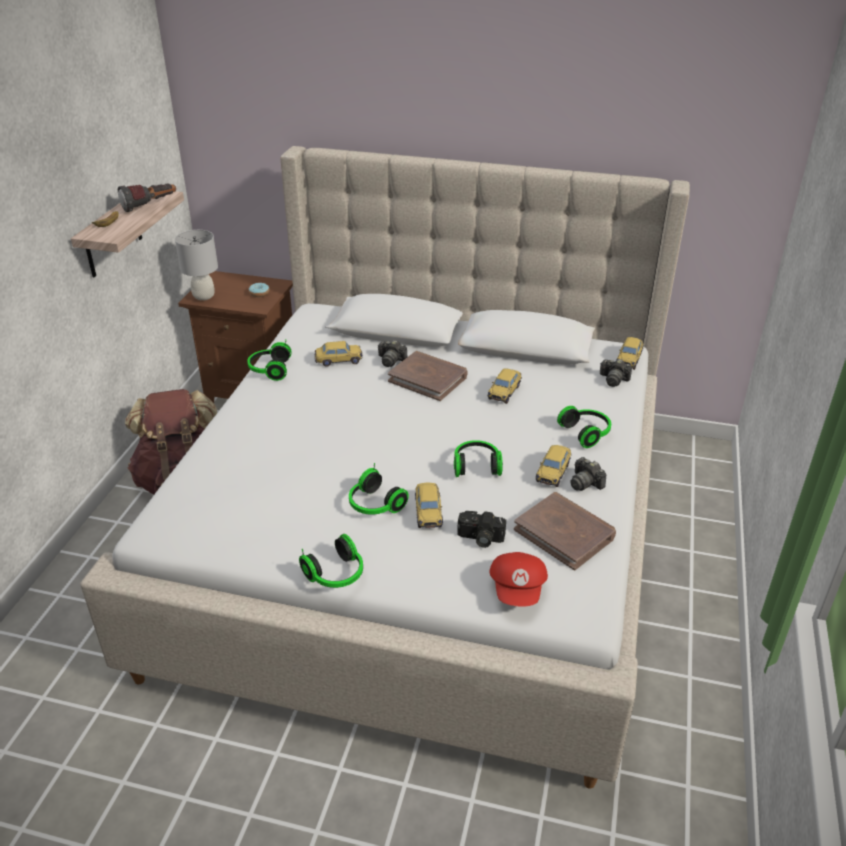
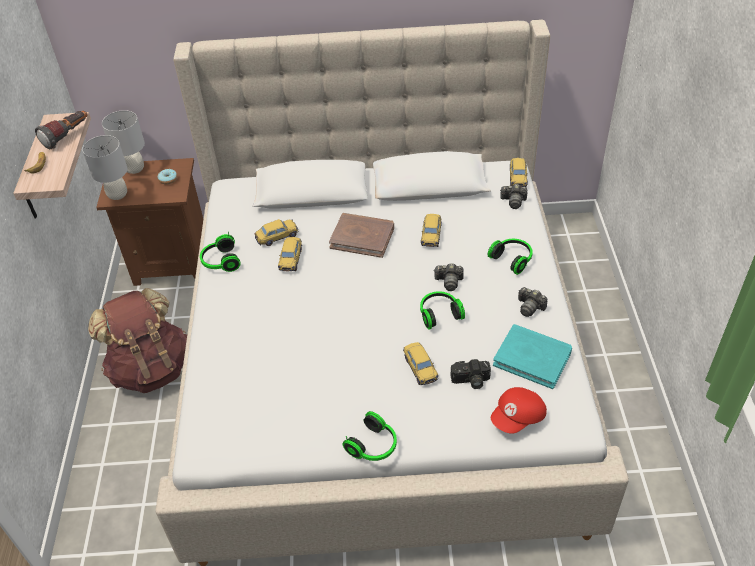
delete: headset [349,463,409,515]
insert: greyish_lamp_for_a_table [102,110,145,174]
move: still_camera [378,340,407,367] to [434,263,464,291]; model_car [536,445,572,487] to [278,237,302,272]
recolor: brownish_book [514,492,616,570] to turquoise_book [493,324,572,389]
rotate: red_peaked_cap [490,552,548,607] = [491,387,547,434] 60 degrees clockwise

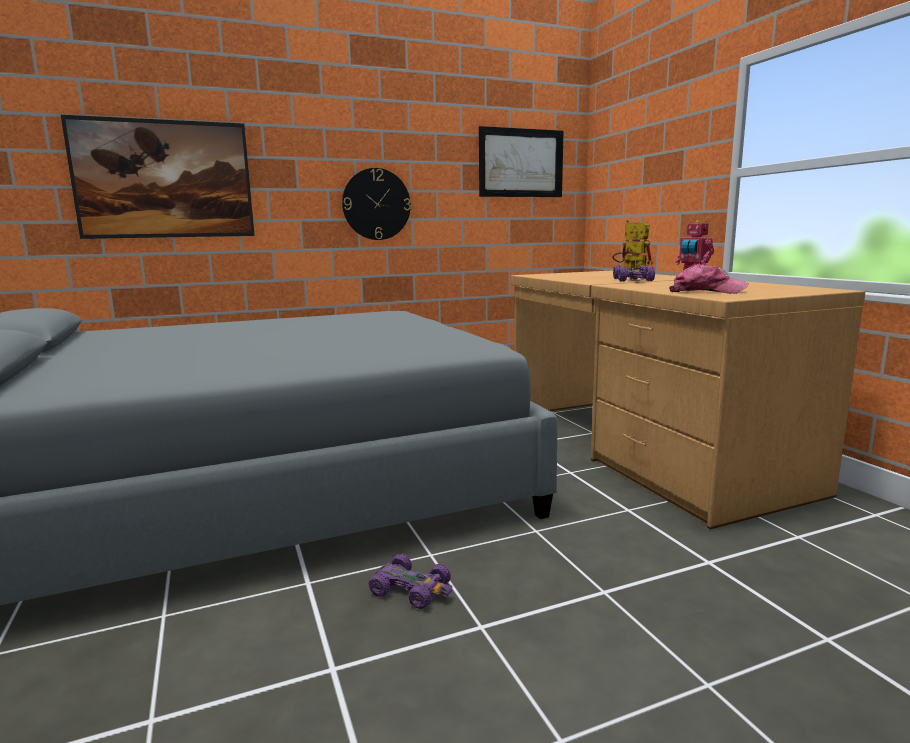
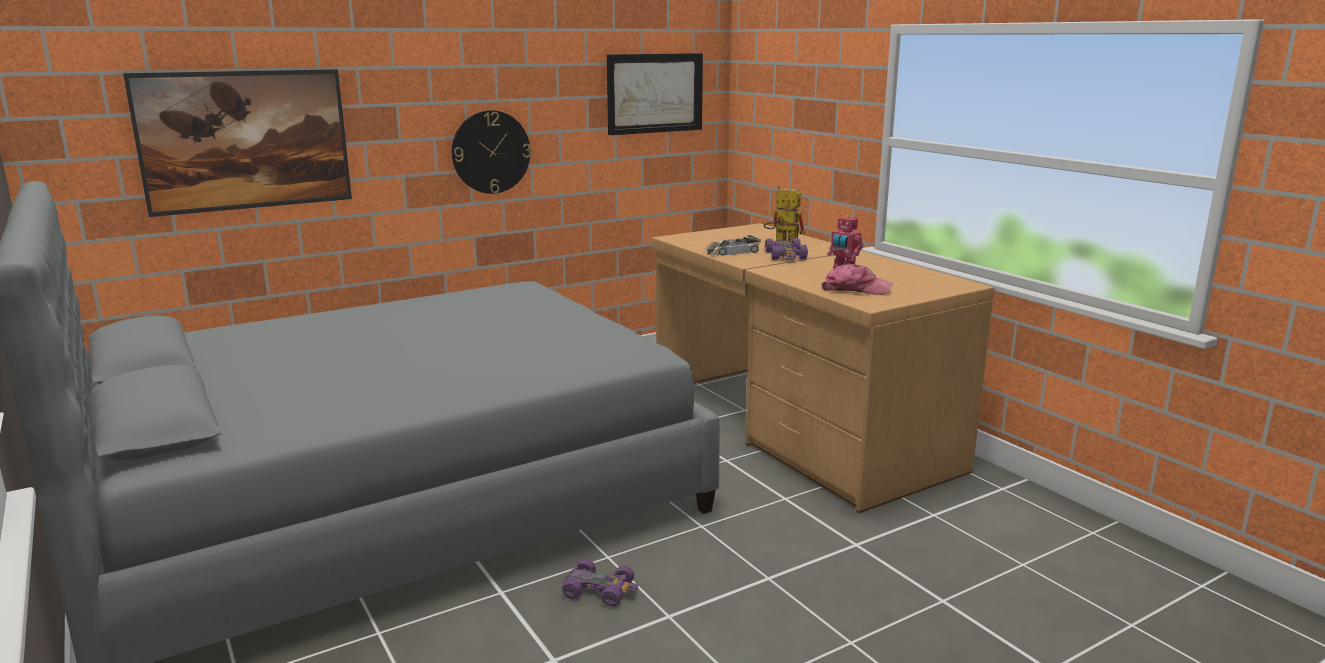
insert: model_car [705,235,761,256]

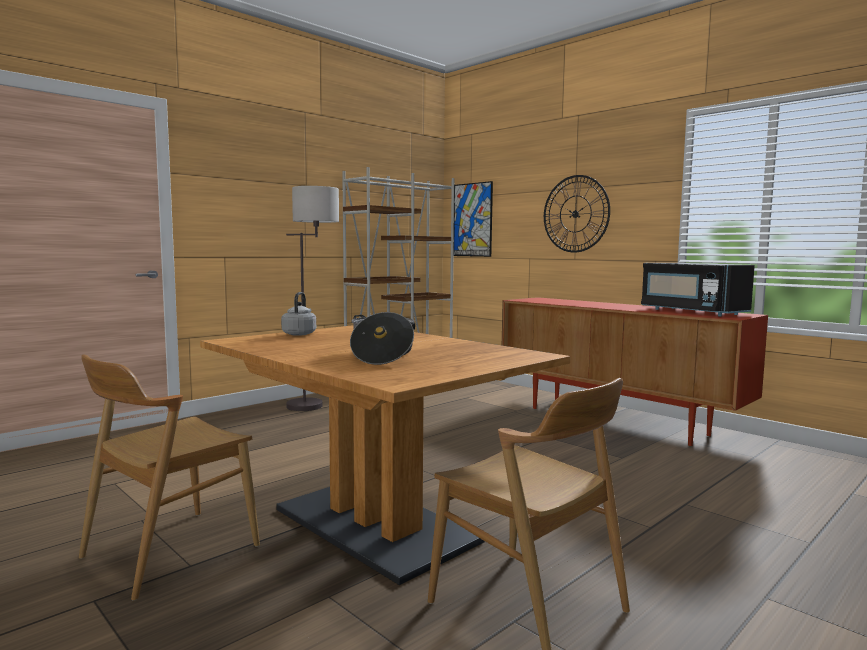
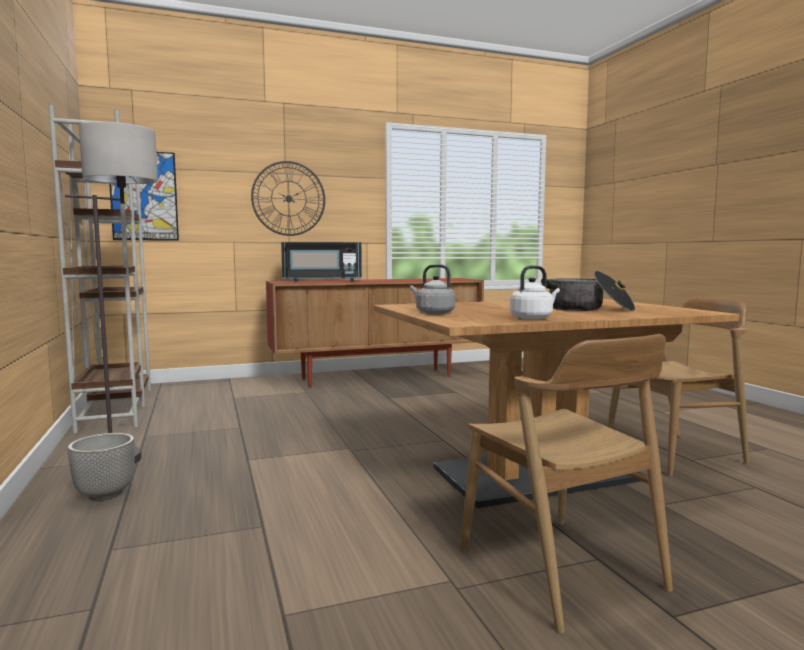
insert: whitish_water_kettle [510,265,560,319]; flower_pot [67,433,135,501]
move: blackish_microwave [641,263,755,316] to [281,242,362,282]

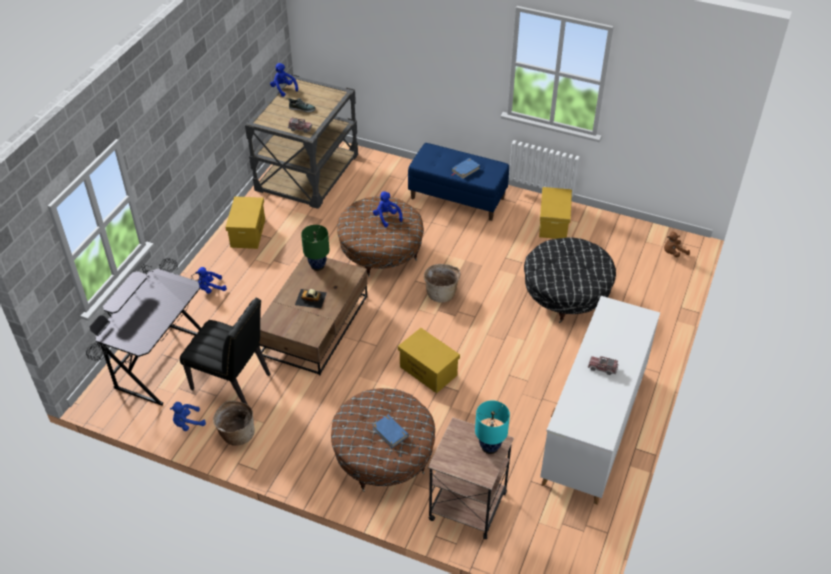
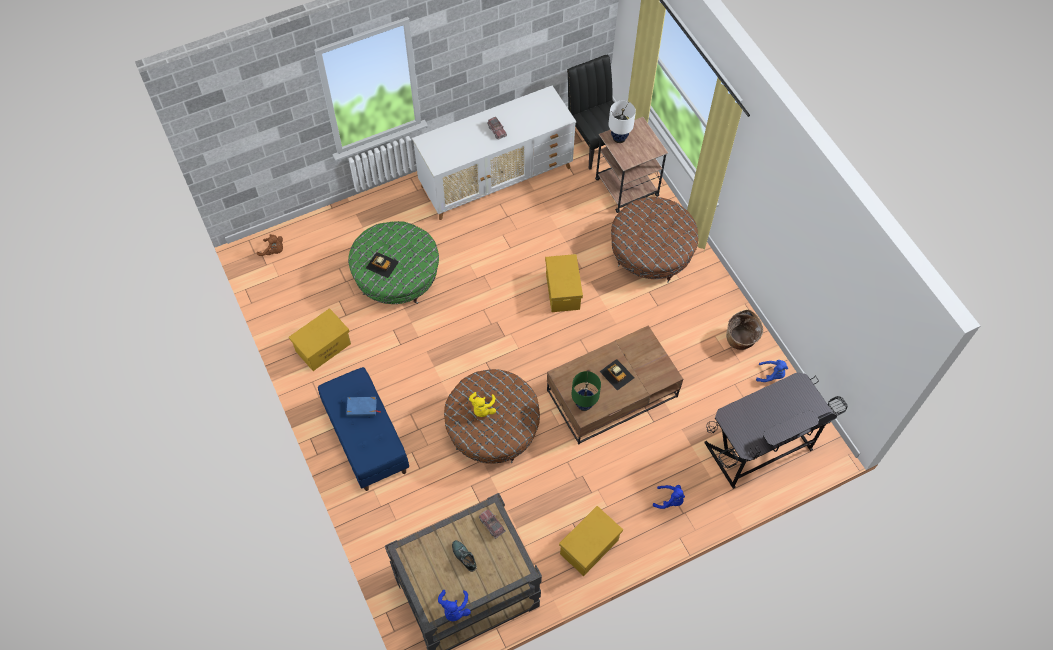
delete: basket [424,264,460,303]; blue-coloured_book [373,415,409,448]
insert: model_car [366,252,399,278]
move: blackish_upright_chair [180,298,270,405] to [567,55,628,170]
recolor: blue-coloured_cuddly_toy [373,191,403,228] to yellow_cuddly_toy [469,392,496,417]; blackish_pouffe [524,237,616,323] to green_pouffe [348,221,439,304]; turquoise_lamp_for_a_table [475,400,510,454] to whitish_lamp_for_a_table [608,101,636,143]

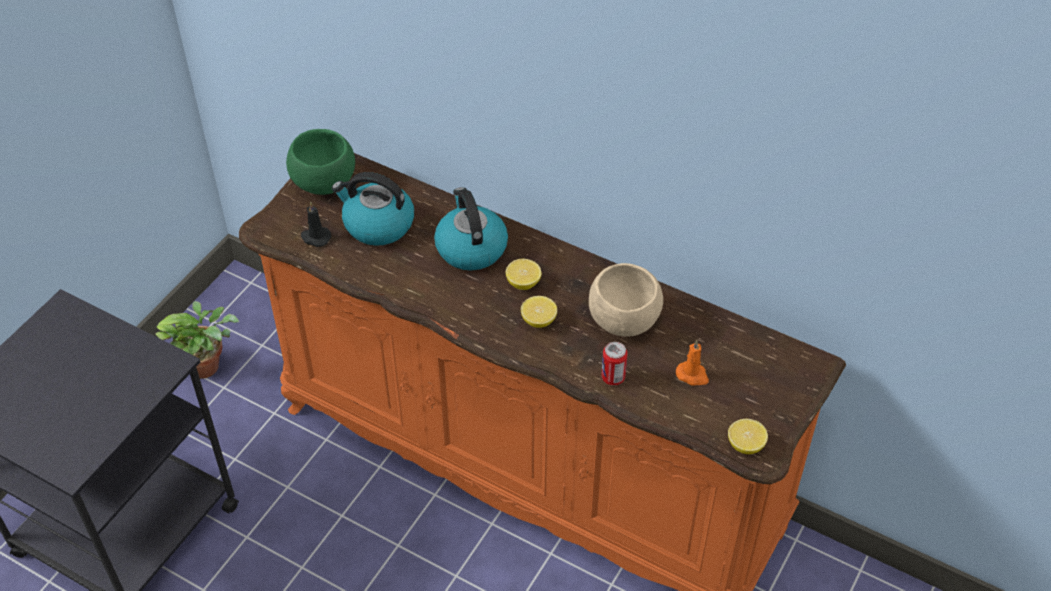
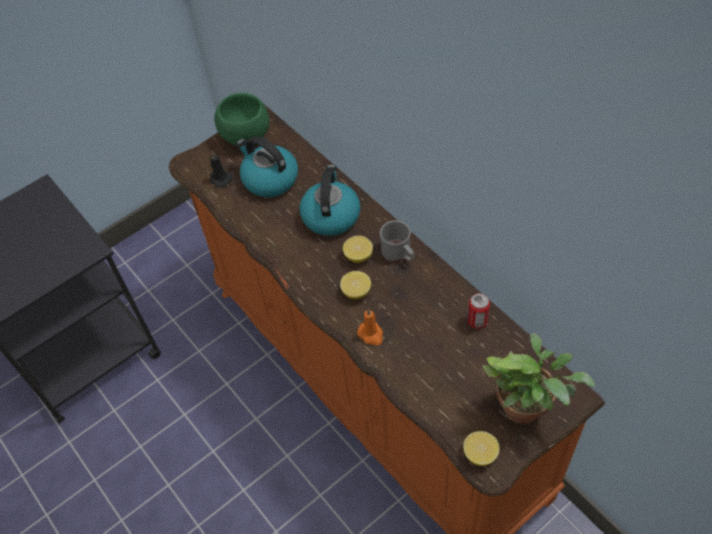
delete: beige_bowl [589,263,663,337]
insert: greyish_coffee_mug [380,220,414,262]
move: plant_in_a_pot [155,301,239,379] to [482,333,596,424]; orangey_candle [676,340,709,386] to [357,308,383,346]; can [601,342,628,385] to [467,293,490,329]

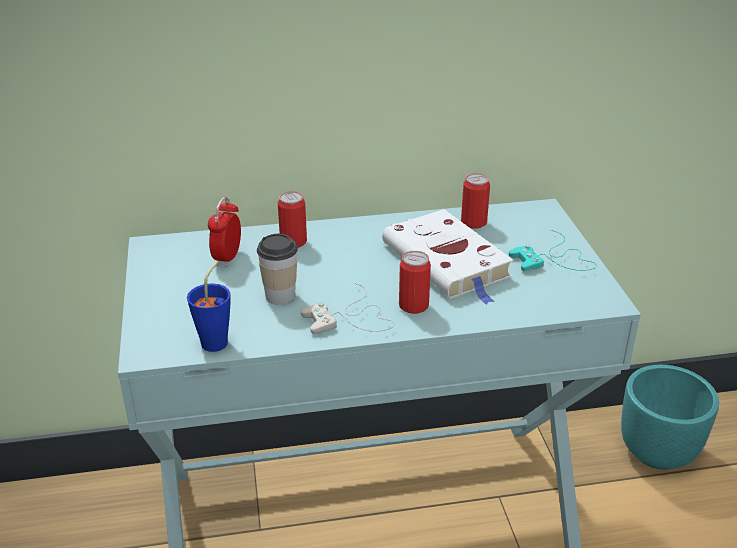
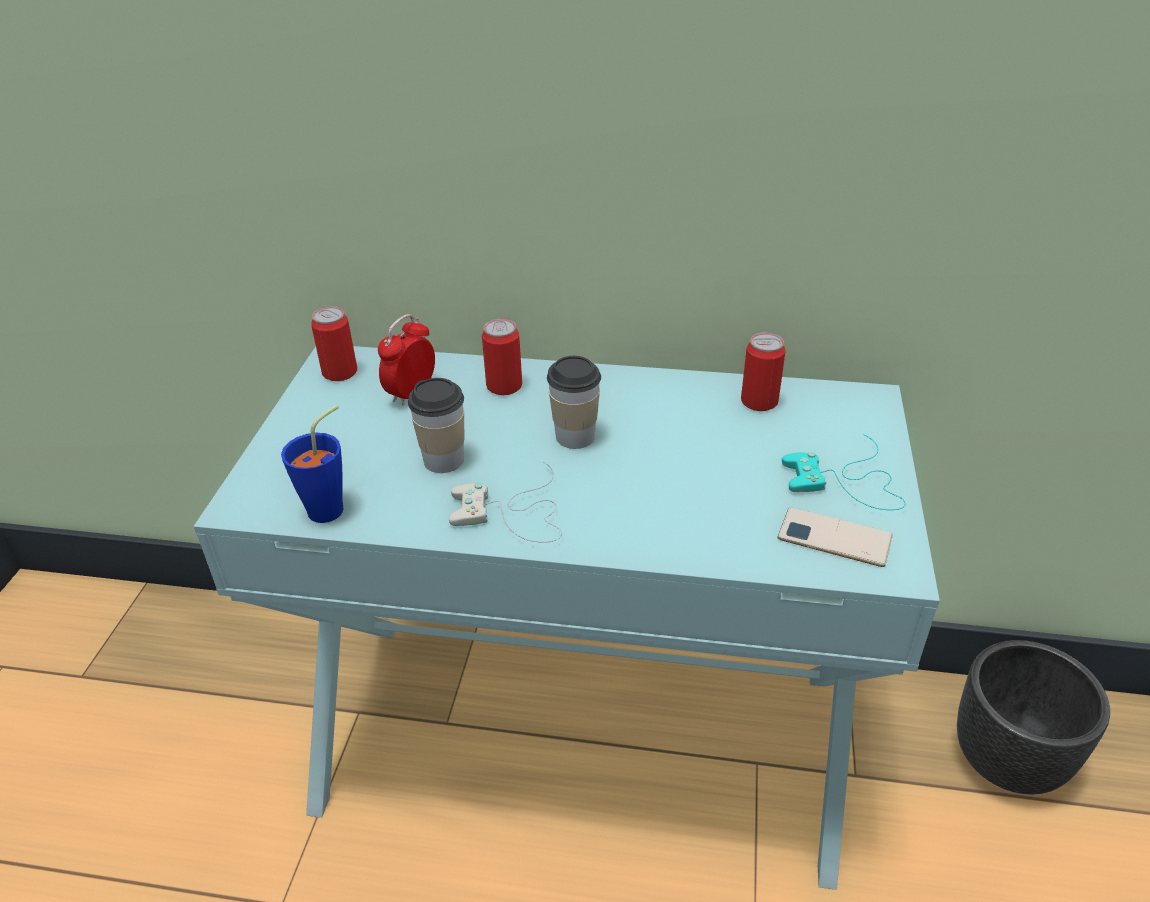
delete: whitish_book [382,209,513,305]
insert: small_cup [547,356,601,449]; phone [778,507,893,567]
move: can [399,251,431,314] to [311,306,357,381]
recolor: turquoise_flower_pot [621,365,719,470] to blackish_flower_pot [957,640,1110,794]

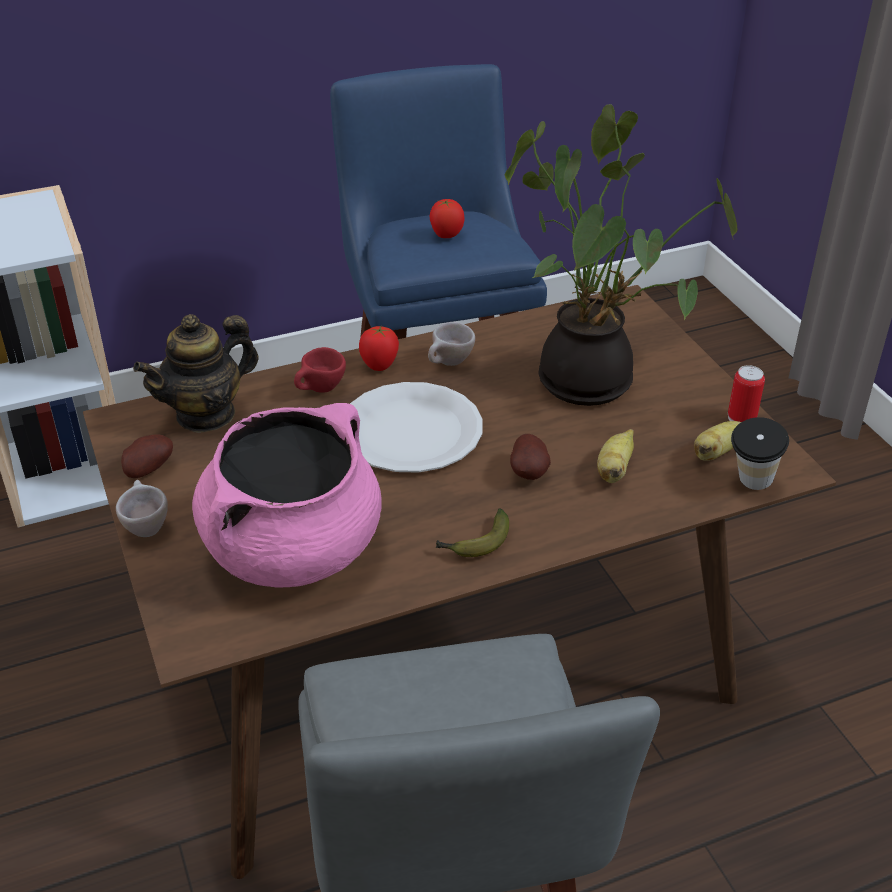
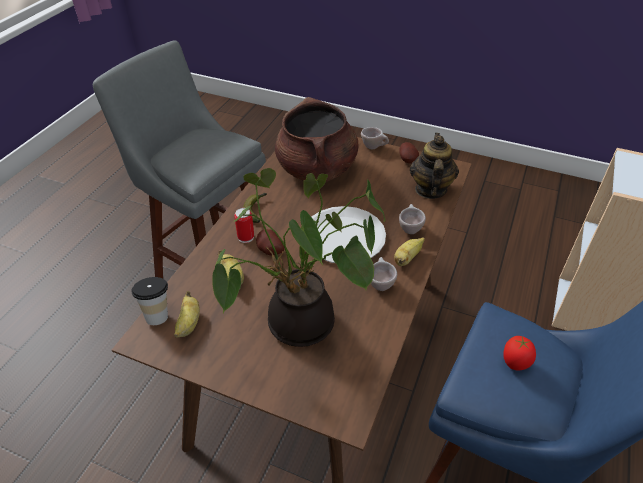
move: can [728,365,765,422] to [234,208,254,243]
replace: tomato [359,326,399,371] to banana [394,237,425,266]
recolor: red_small_cup [294,347,346,393] to beige_small_cup [399,204,426,234]; pink-coloured_stockpot [192,403,382,588] to brownish_stockpot [275,97,358,182]

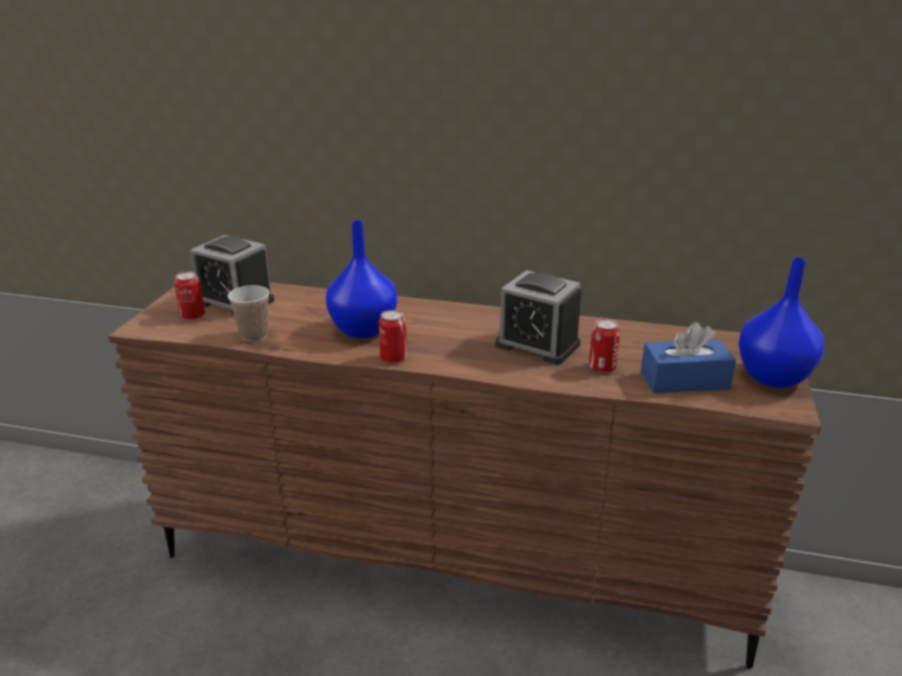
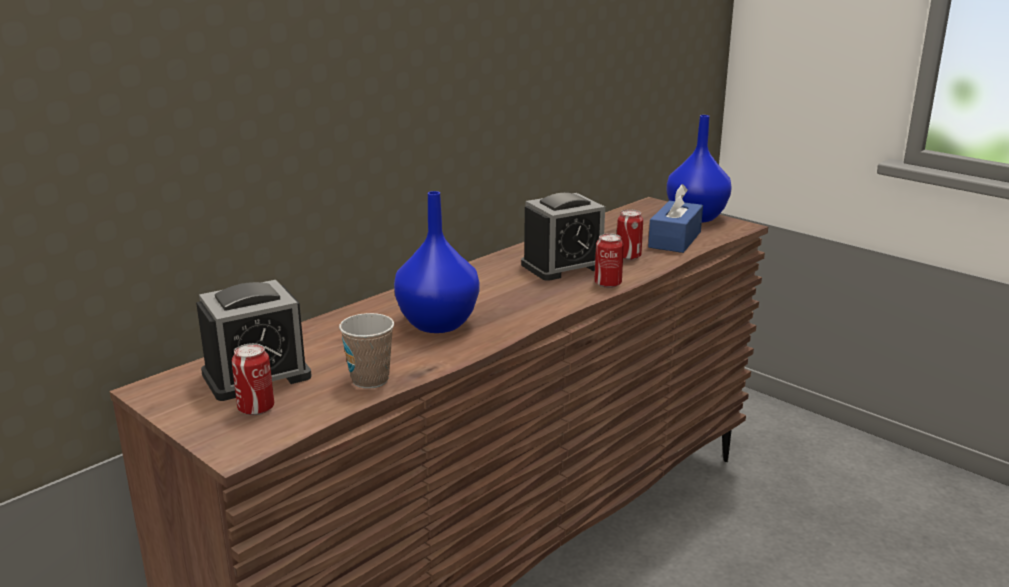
move: can [379,310,407,363] to [594,233,624,288]

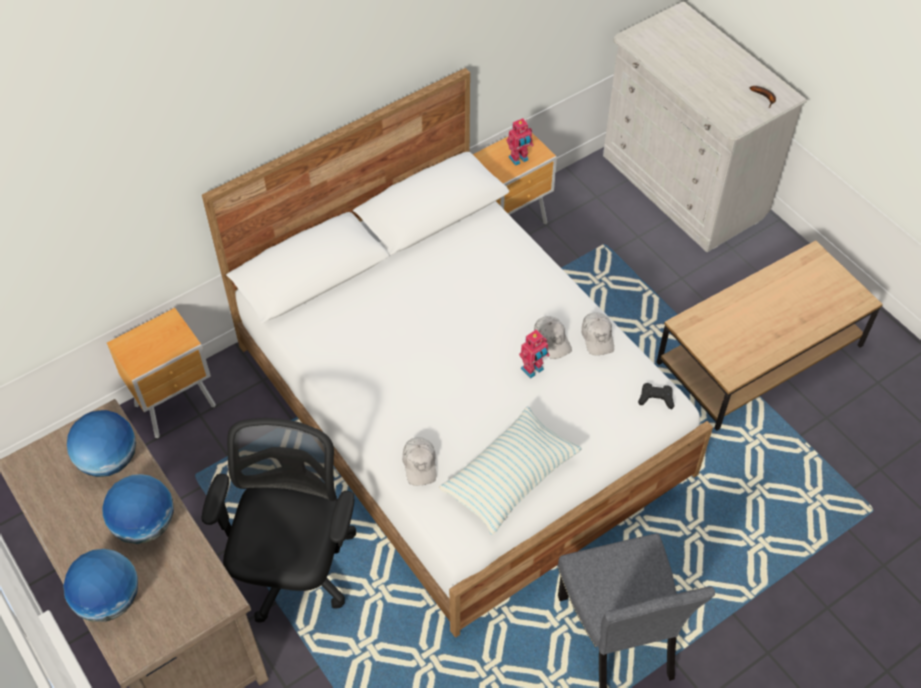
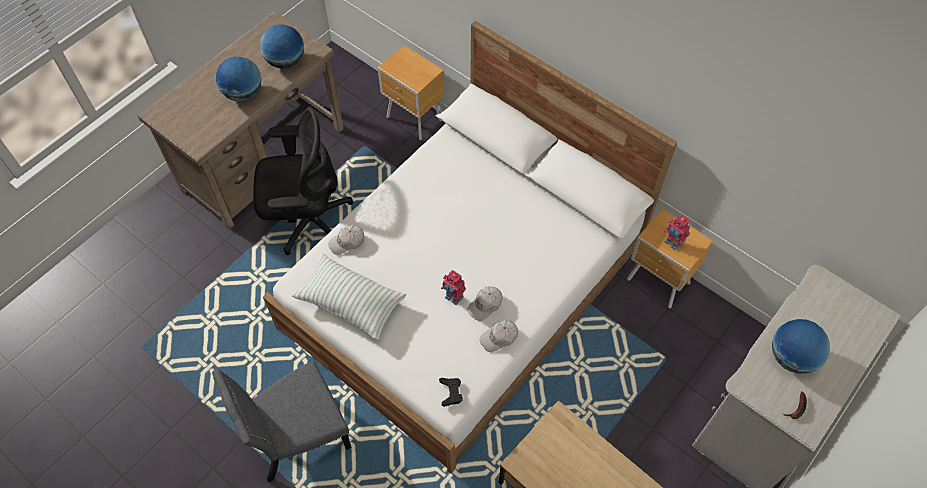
move: world_globe [63,549,138,622] to [772,319,830,374]

